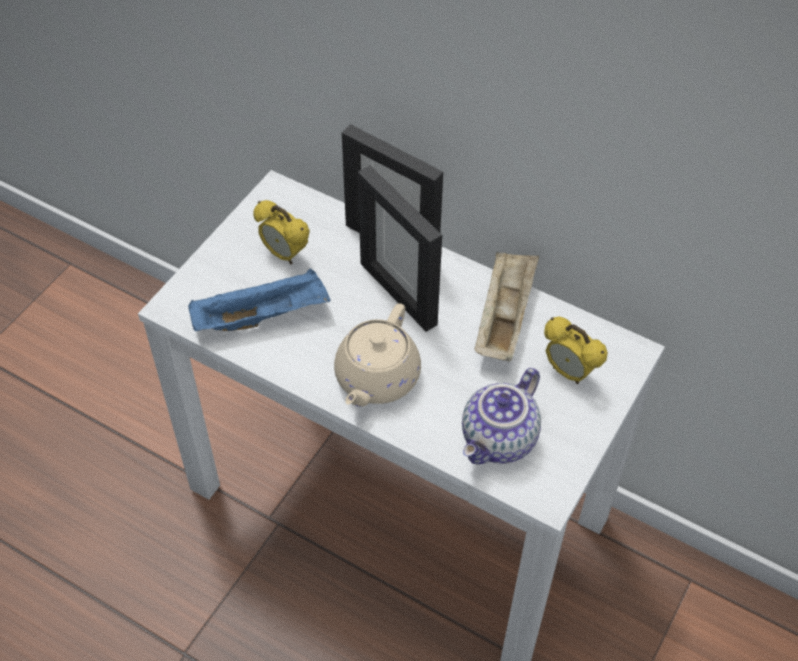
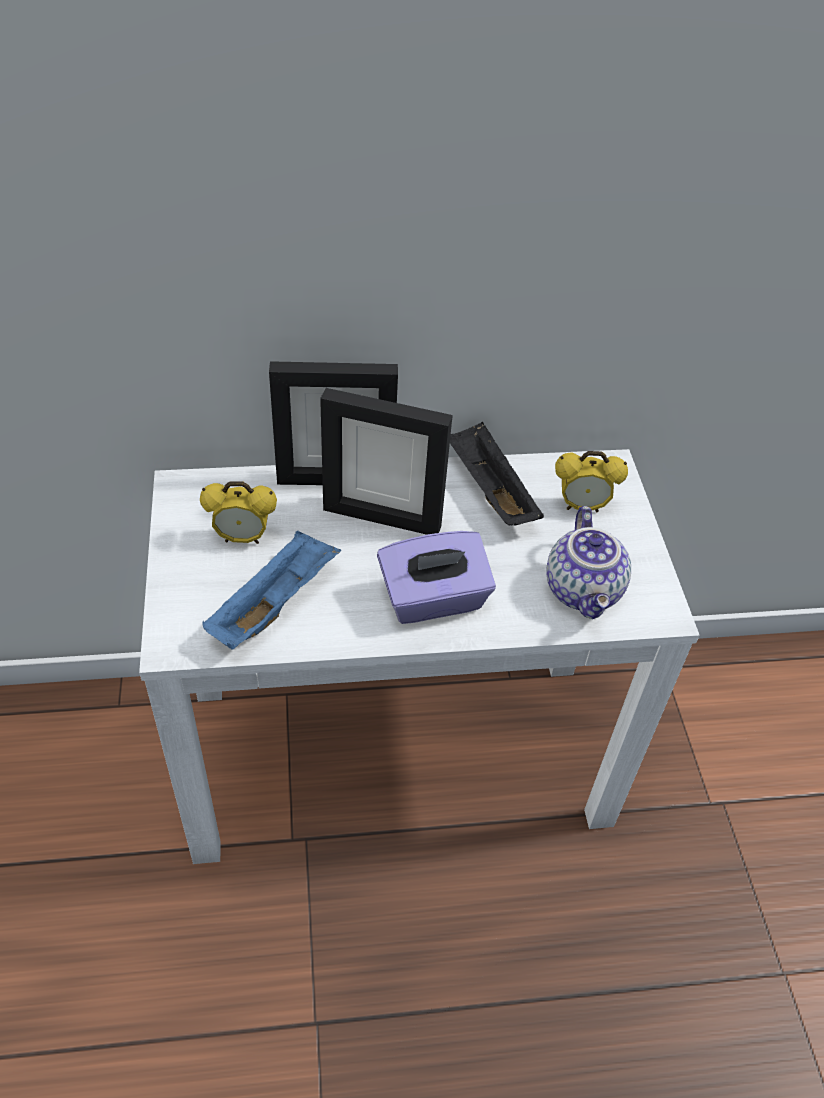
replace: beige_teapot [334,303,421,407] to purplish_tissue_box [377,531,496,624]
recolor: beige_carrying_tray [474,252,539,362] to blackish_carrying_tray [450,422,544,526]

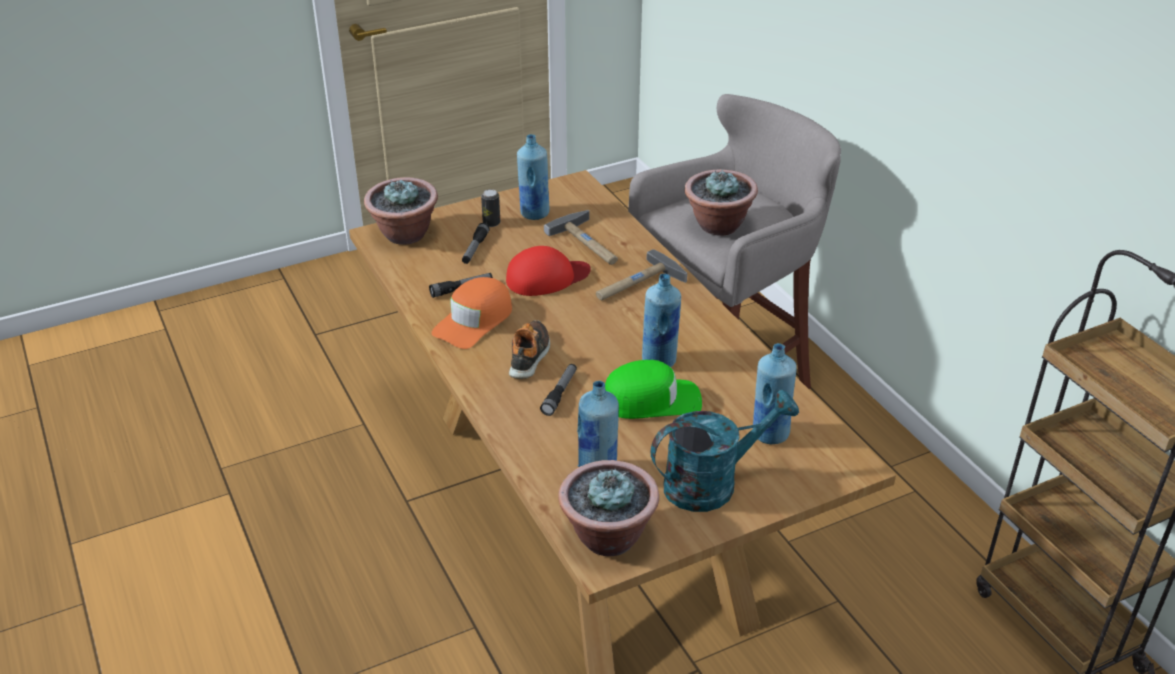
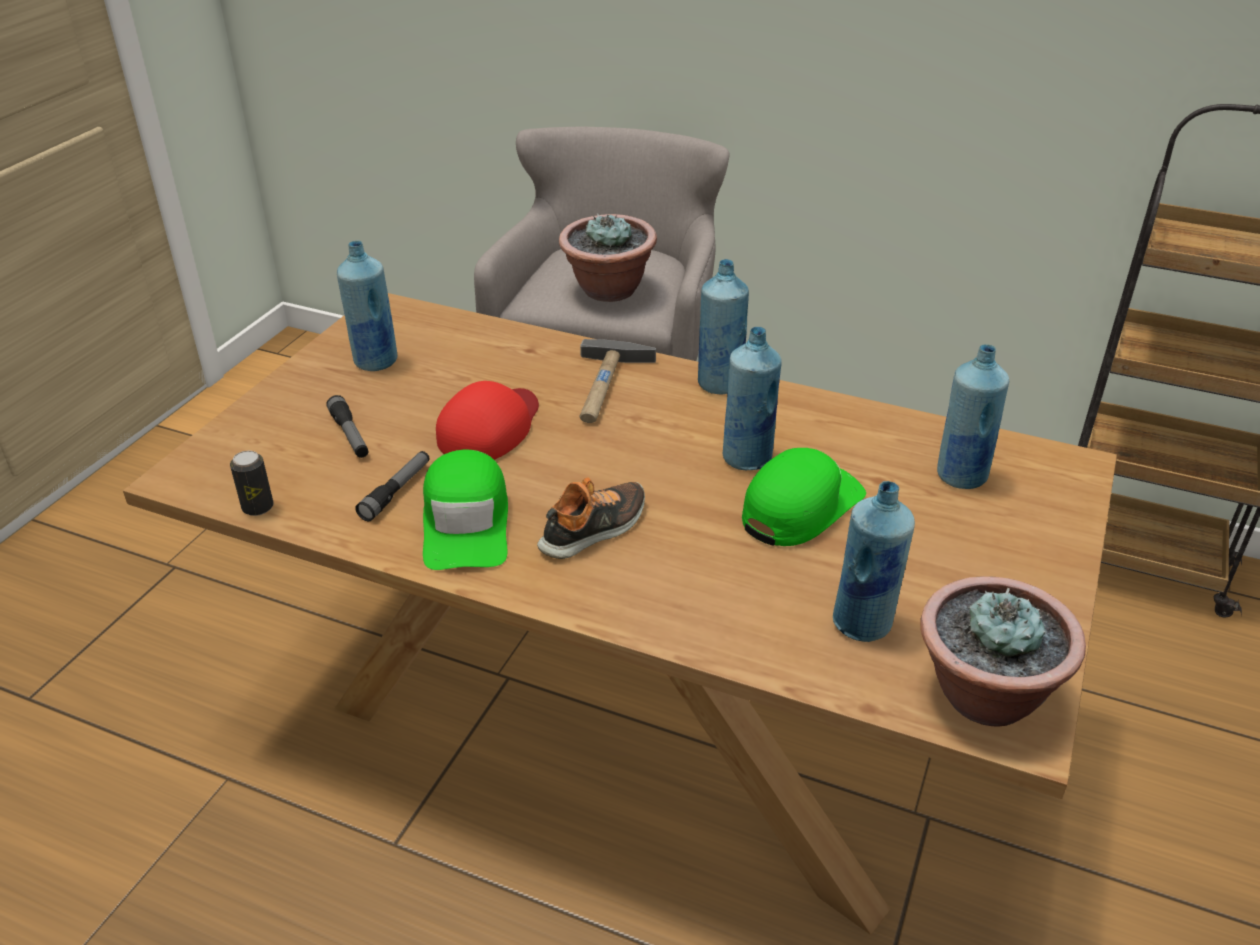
delete: plant_in_a_pot [364,177,438,245]; hand_hammer [544,210,618,265]; flashlight [540,364,577,416]; turquoise_sprinkling_can [651,390,799,512]
insert: blue-coloured_bottle [698,259,749,395]
move: can [481,189,500,227] to [230,451,274,516]
recolor: orangey_peaked_cap [432,277,512,349] to green_peaked_cap [423,450,508,570]
rotate: low_shoe [509,320,550,379] = [537,477,645,559] 75 degrees clockwise

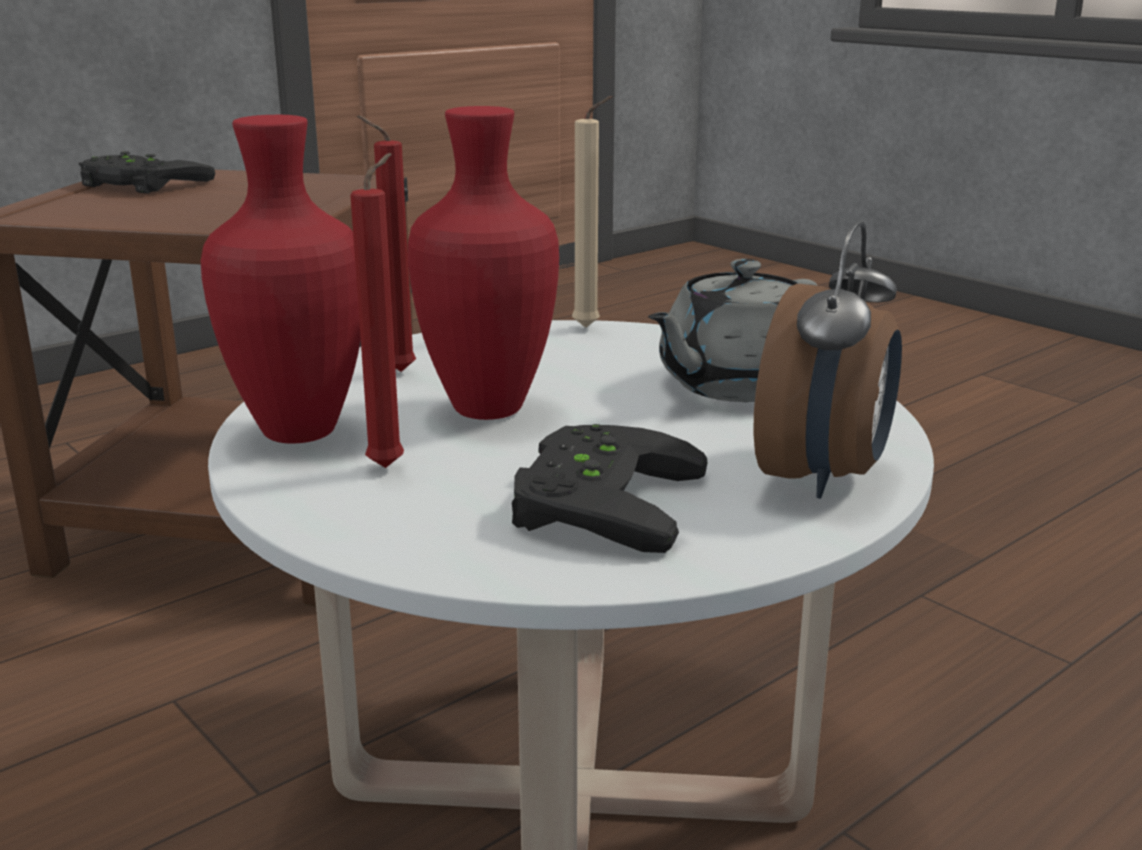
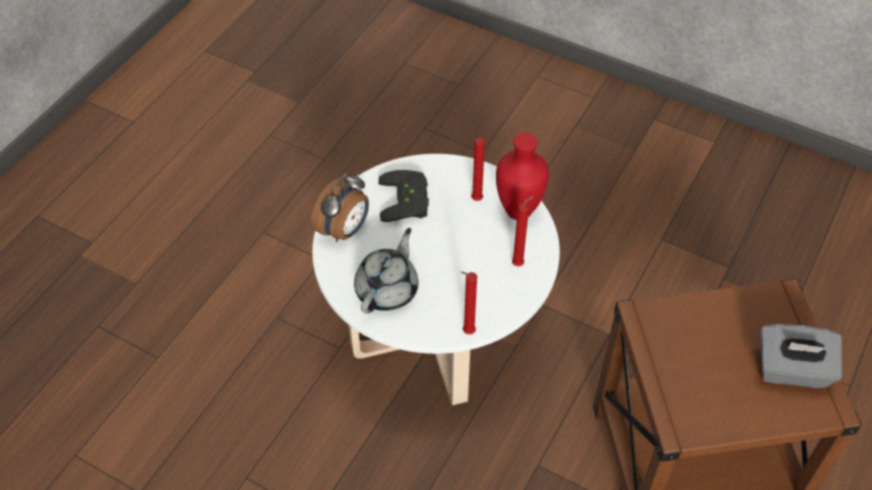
delete: red_vase [408,106,559,420]
replace: blackish_gamepad [79,151,215,194] to greyish_tissue_box [760,324,842,388]
recolor: beige_candle [572,96,613,328] to red_candle [460,272,477,334]
rotate: table_clock [753,221,902,499] = [311,173,369,242] 150 degrees counterclockwise

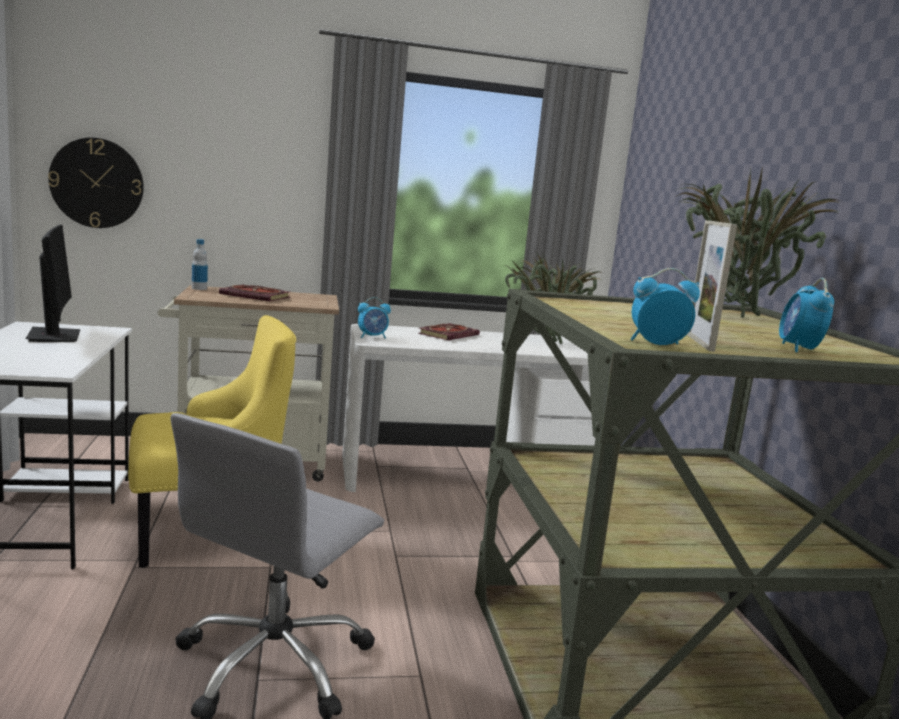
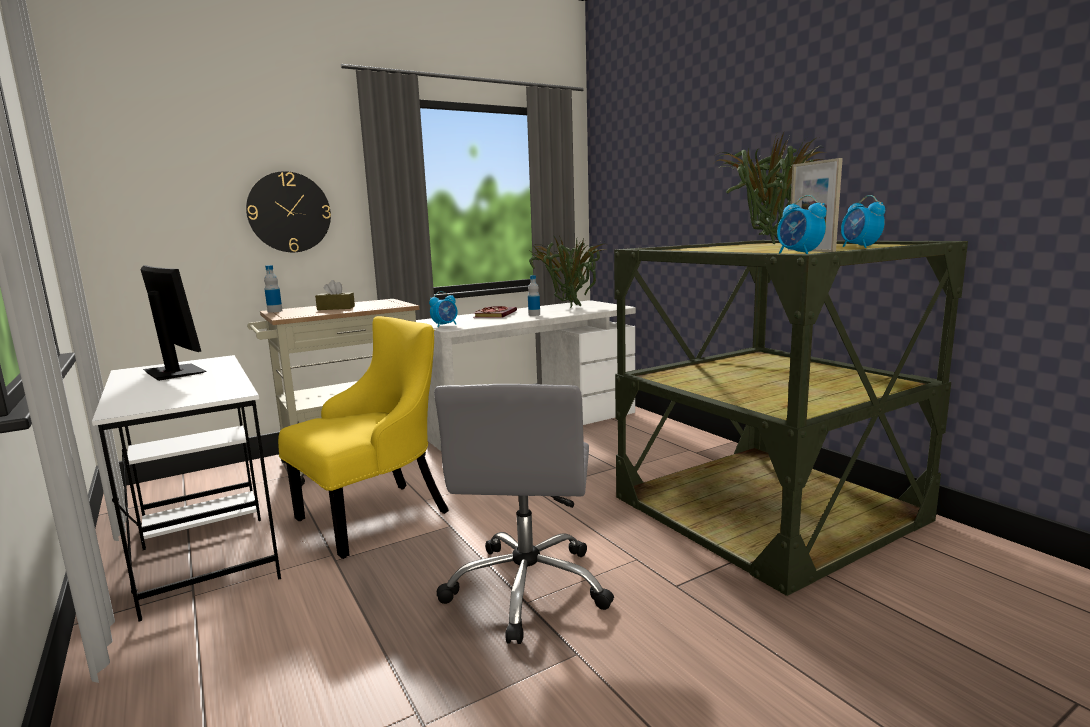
insert: bottle [528,275,540,316]
move: wall_clock [48,138,144,228] to [246,171,331,252]
replace: book [219,284,290,301] to brownish_tissue_box [315,280,355,310]
rotate: table_clock [630,268,700,345] = [777,195,827,254] 90 degrees counterclockwise

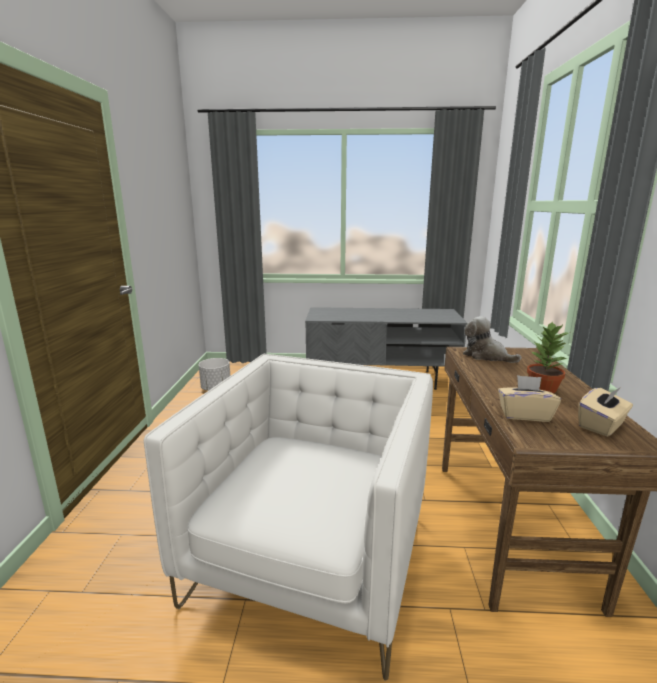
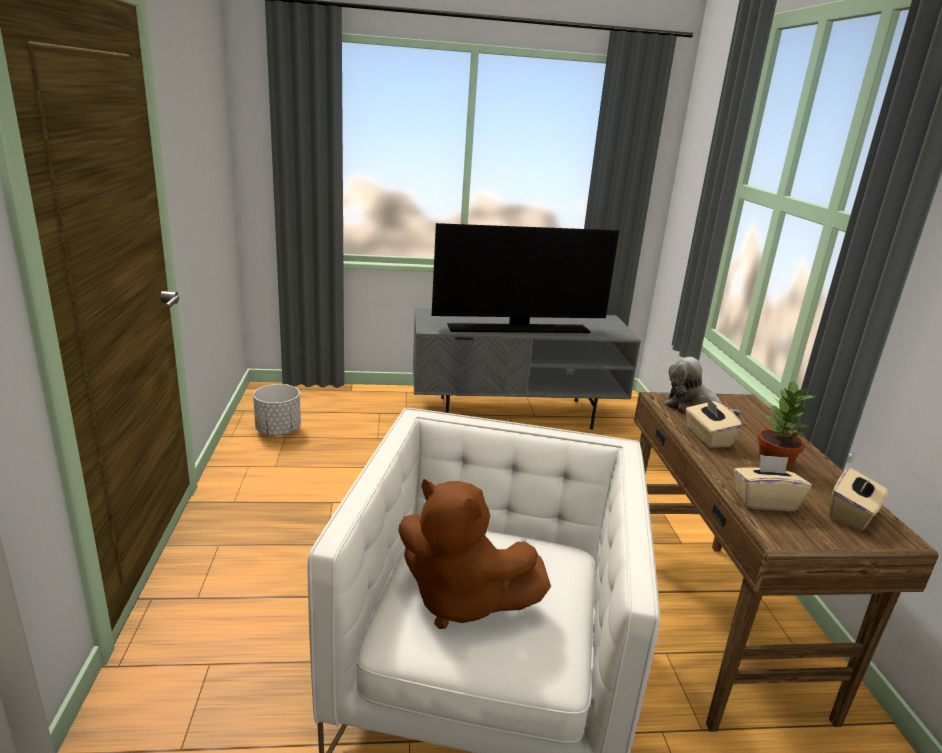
insert: TV_set [432,223,619,333]; beige_tissue_box [685,396,742,448]; brownish_cuddly_toy [398,479,551,629]

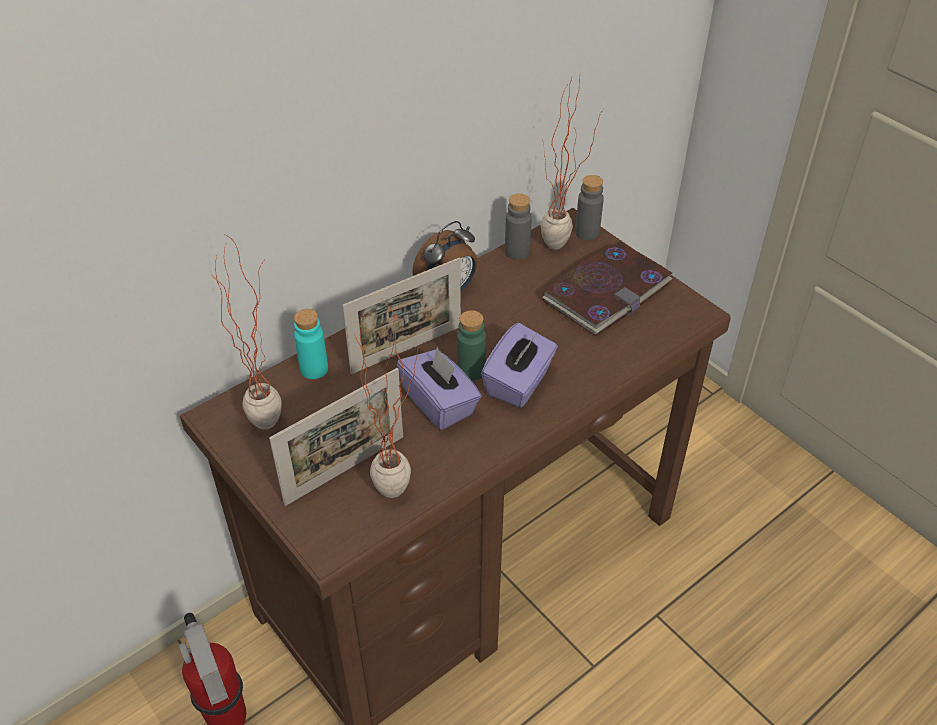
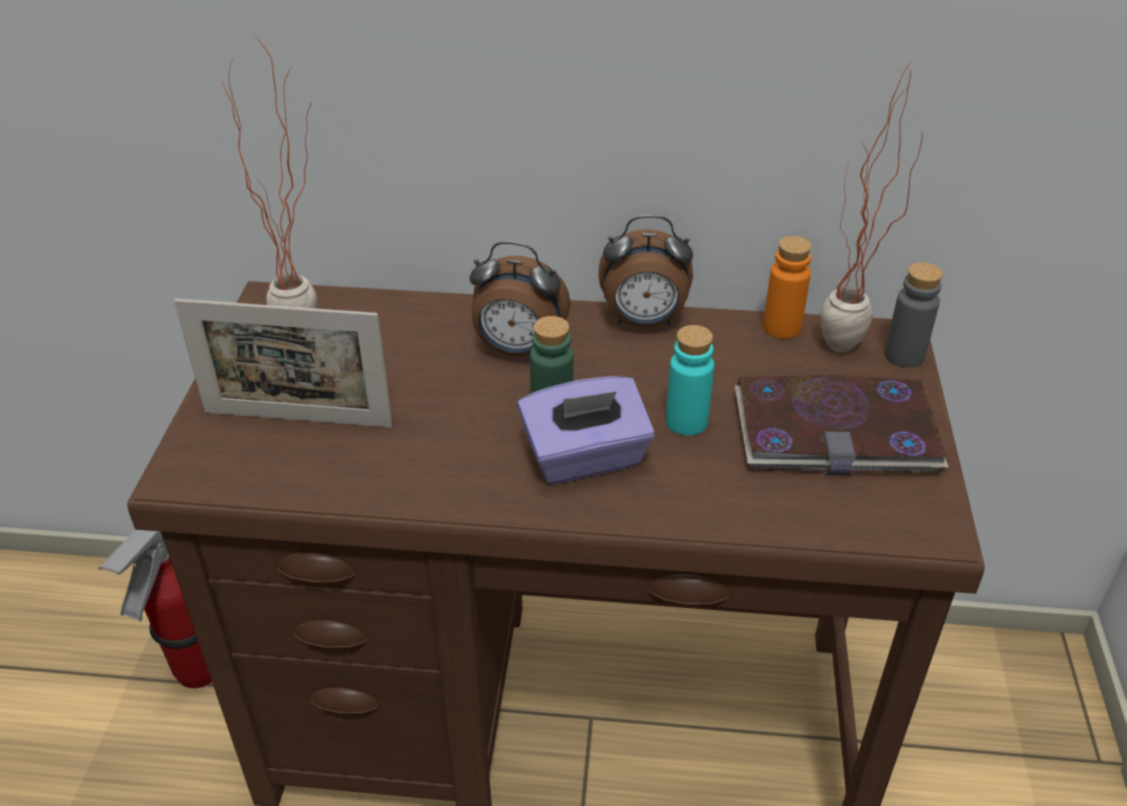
delete: plant_in_a_pot [355,302,423,498]; purplish_tissue_box [397,347,482,430]
move: turquoise_bottle [294,309,328,379] to [666,325,714,436]
replace: standing_frame [342,258,461,374] to table_clock [469,241,570,356]
recolor: greyish_bottle [505,194,532,260] to orangey_bottle [763,236,812,339]

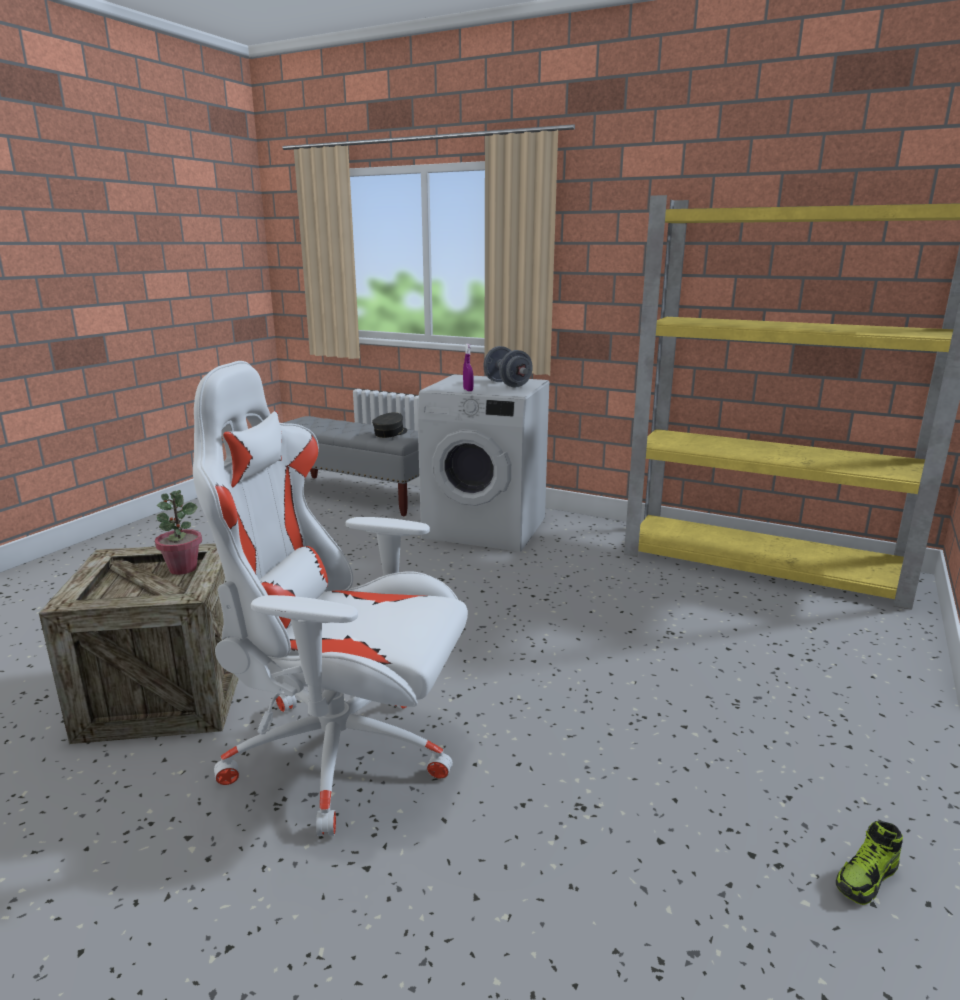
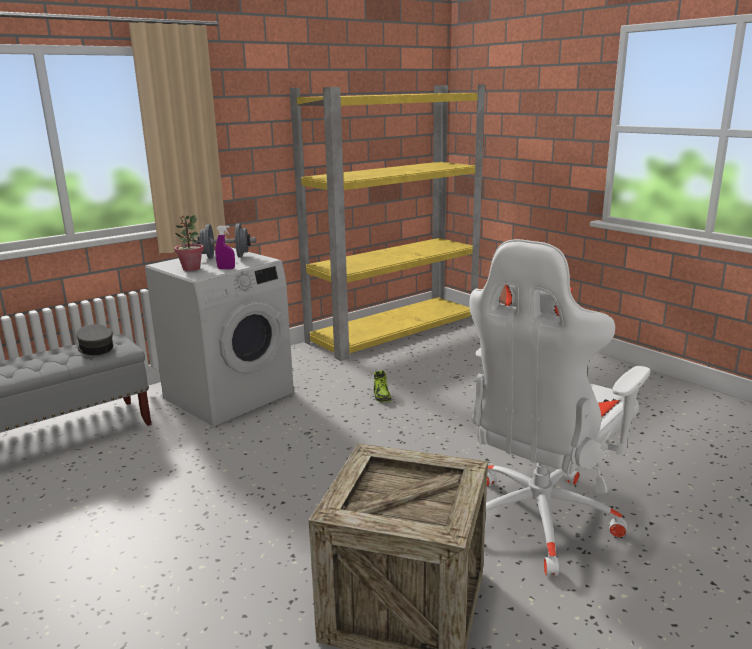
move: plant_in_a_pot [155,490,202,575] to [174,215,204,271]; low_shoe [836,821,903,905] to [373,370,391,402]

